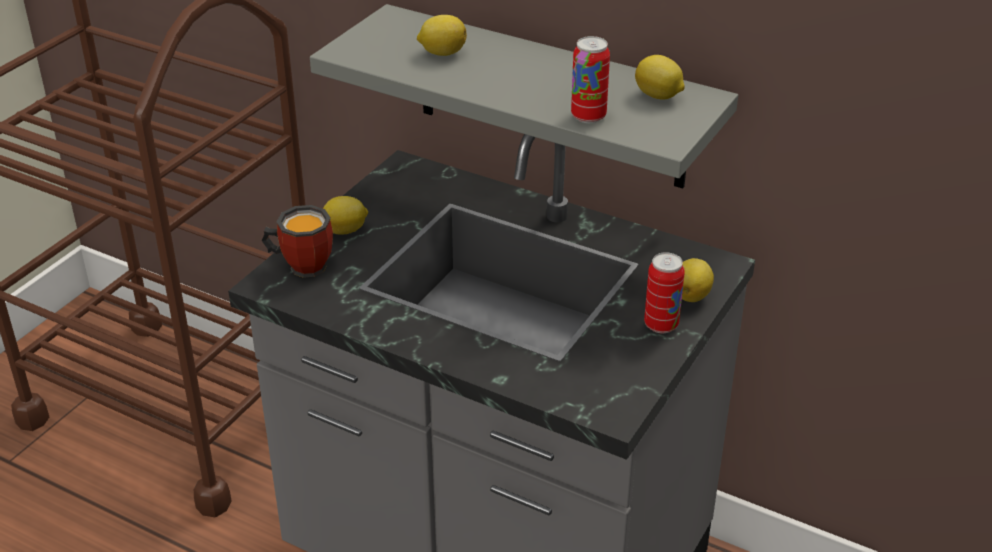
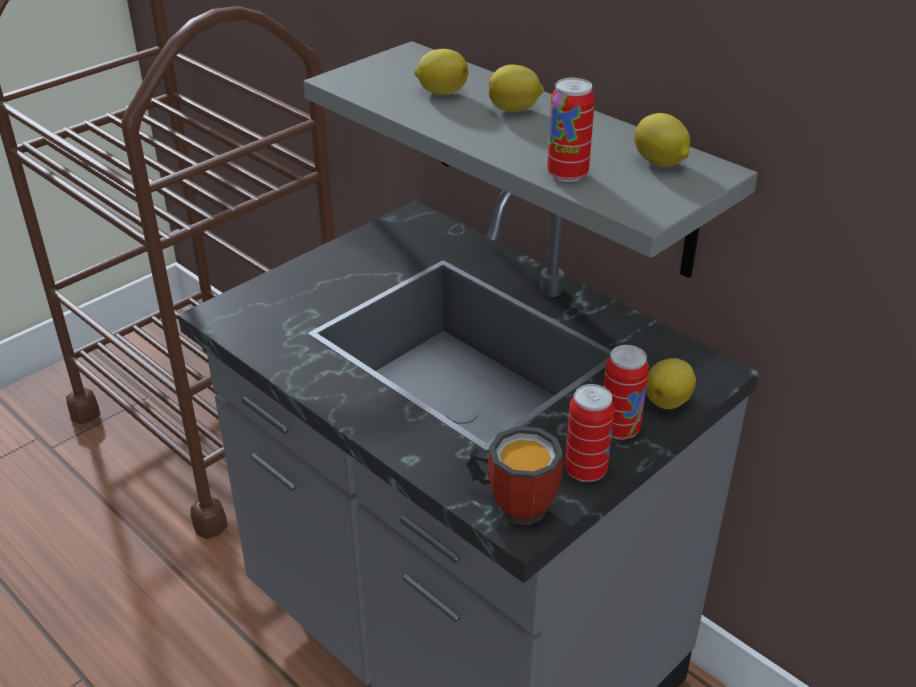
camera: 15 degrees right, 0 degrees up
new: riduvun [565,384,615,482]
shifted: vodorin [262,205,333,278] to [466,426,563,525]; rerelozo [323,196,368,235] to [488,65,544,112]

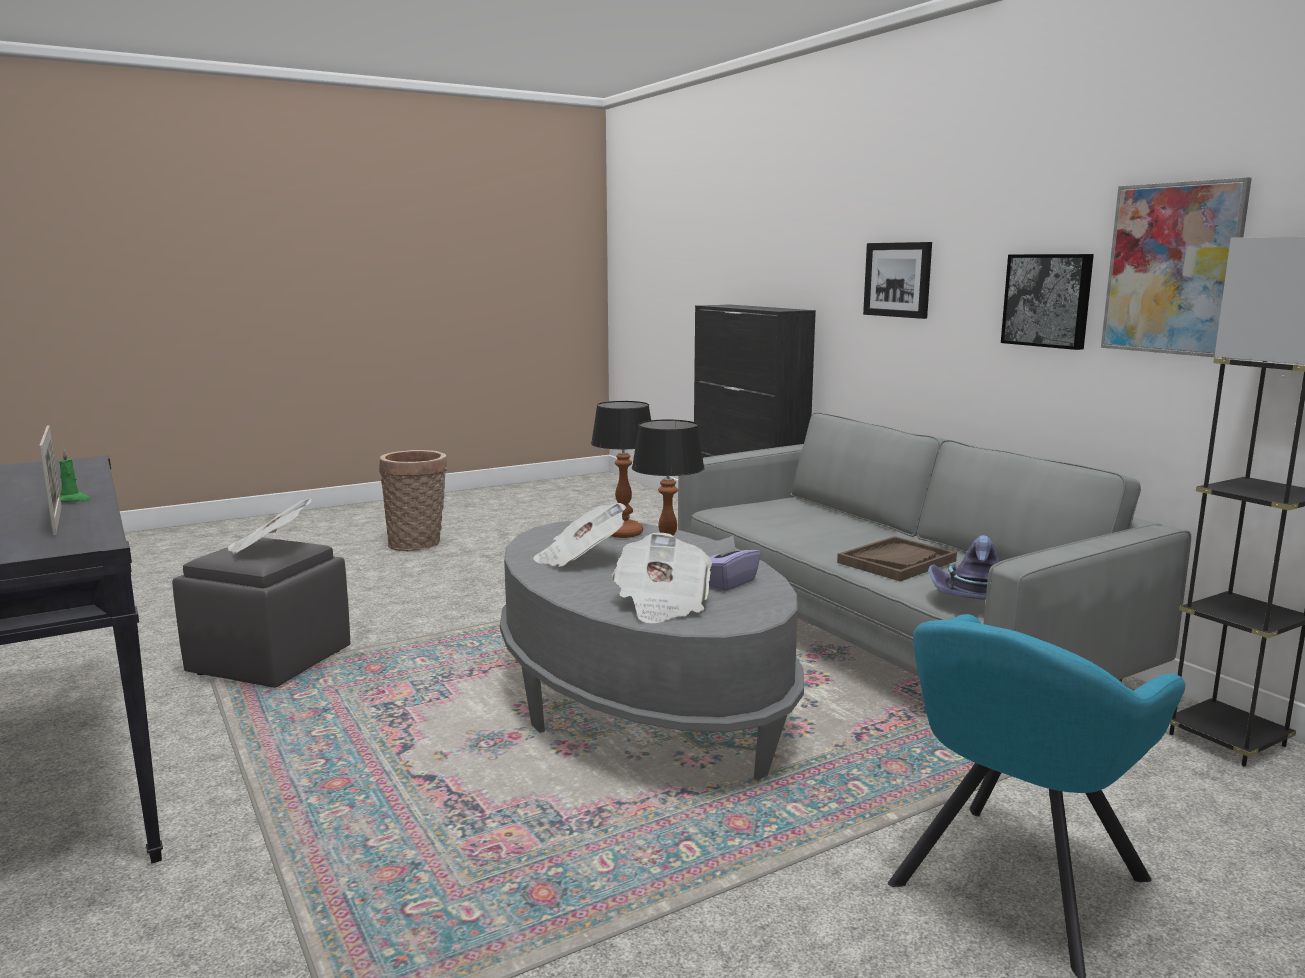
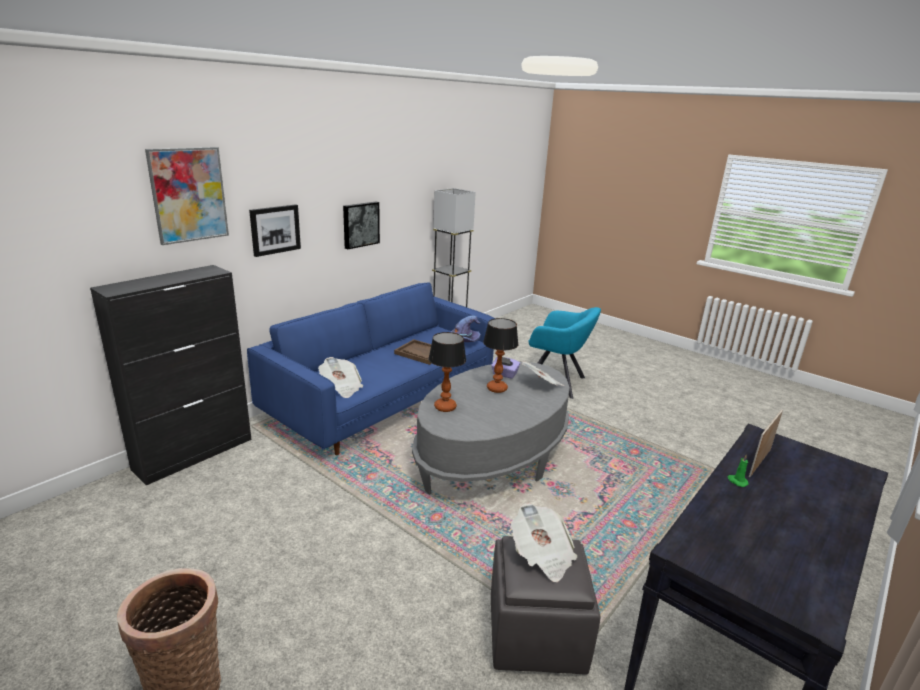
camera: 110 degrees left, 10 degrees up
shifted: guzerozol [1101,177,1252,358] to [145,147,229,245]; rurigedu [533,503,627,567] to [318,357,363,398]
repainted: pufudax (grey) [678,412,1191,682] to pufudax (blue) [247,282,495,455]

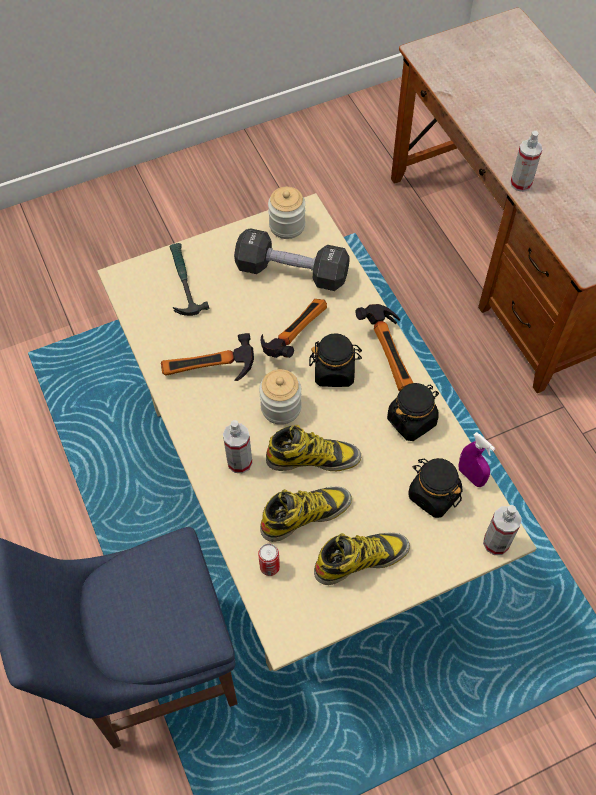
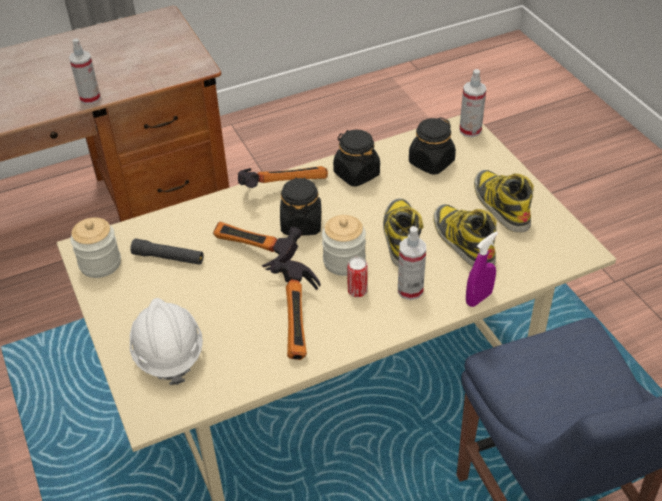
camera: 90 degrees left, 15 degrees down
shifted: riduvun [258,543,280,576] to [347,257,368,297]; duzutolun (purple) [459,432,495,487] to [466,232,498,307]
swapped: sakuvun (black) [234,228,350,291] to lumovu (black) [130,239,204,265]; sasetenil [170,243,209,316] to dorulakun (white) [130,298,203,385]

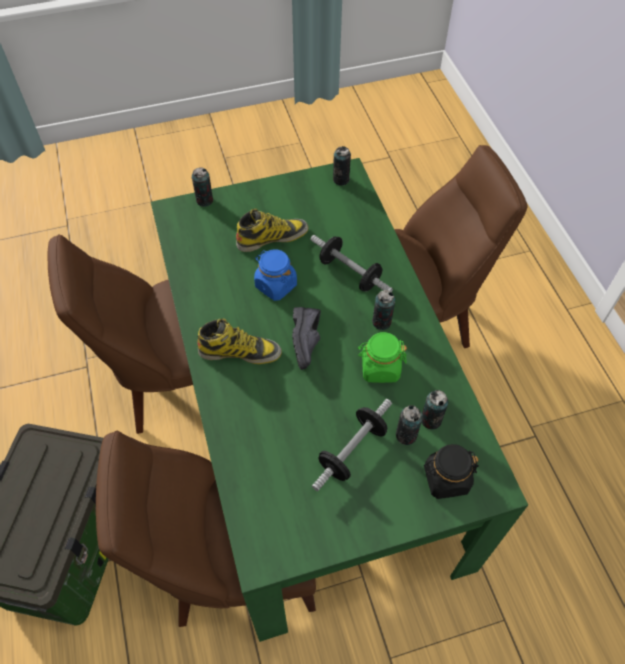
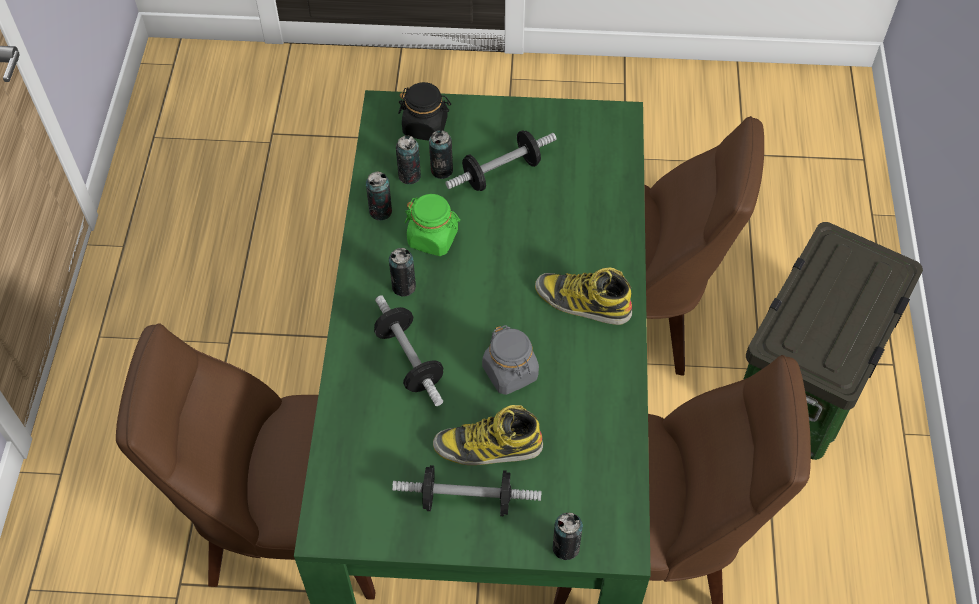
camera: 160 degrees left, 0 degrees up
gone: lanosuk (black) [292,307,321,370]
new: sakuvun [392,465,542,516]
shifted: riduvun [333,146,351,185] to [366,172,392,221]
repainted: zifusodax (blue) [254,249,297,301] to zifusodax (grey) [482,325,539,395]

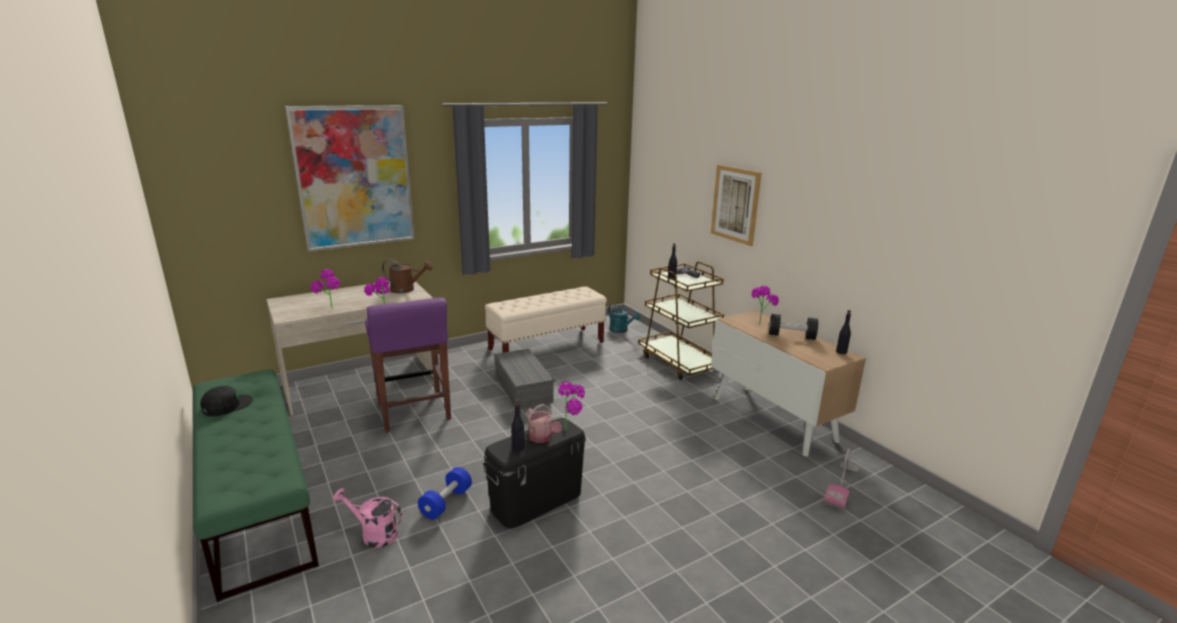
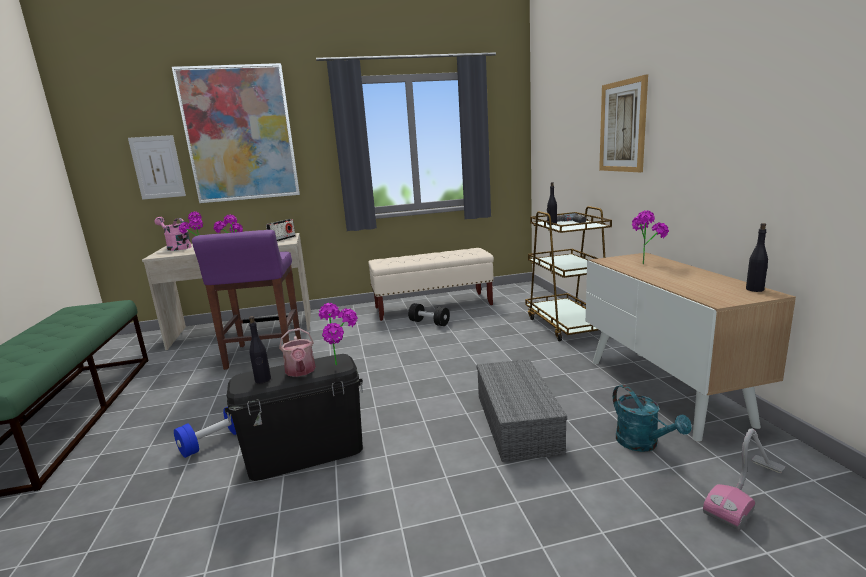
camera: 20 degrees right, 5 degrees down
gone: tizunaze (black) [200,386,253,417]
new: guzerozol [128,135,186,200]
shifted: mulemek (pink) [333,488,402,548] to [154,217,192,251]; sakuvun (black) [769,314,818,340] to [408,303,450,326]; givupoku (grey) [494,349,554,409] to [476,359,567,462]; mulemek (turquoise) [608,304,640,333] to [613,385,692,452]
swapped: mulemek (brown) [382,259,432,293] to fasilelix [266,219,295,241]

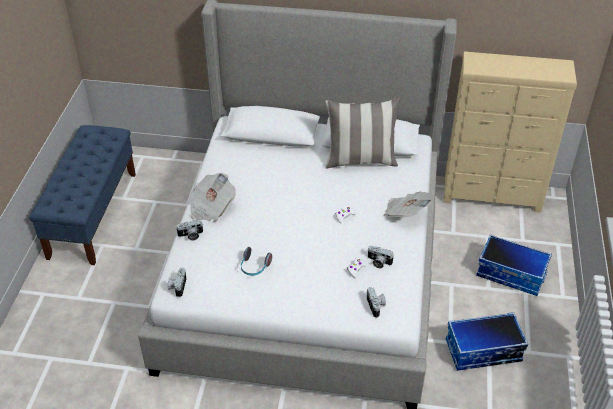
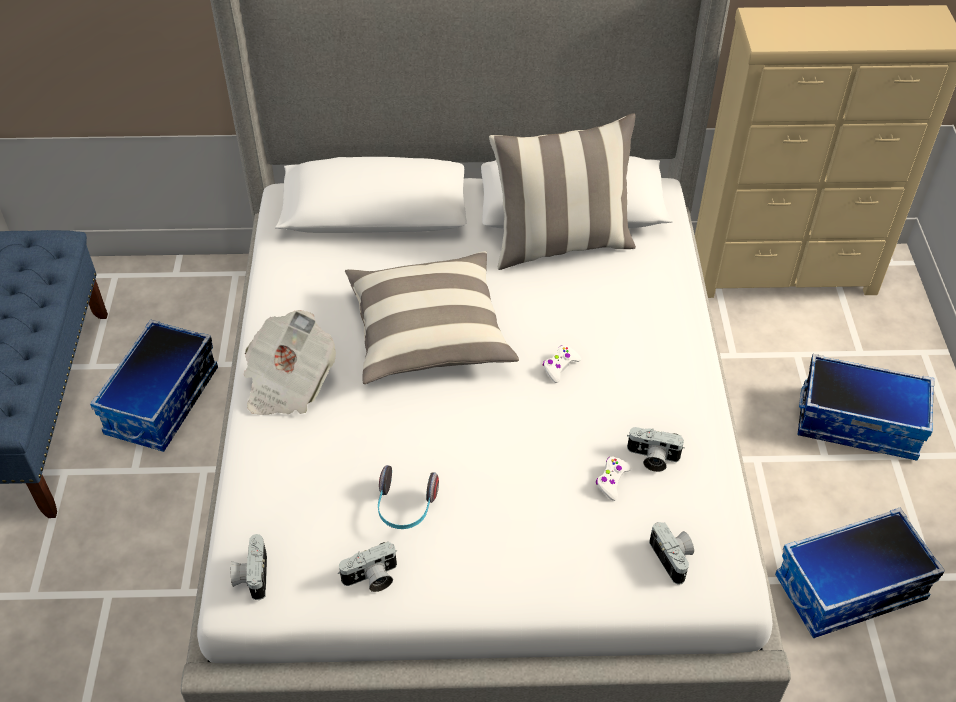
camera: 10 degrees left, 5 degrees up
gone: rurigedu [384,192,432,217]
new: givupoku [90,319,218,452]; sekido [345,251,519,384]
shifted: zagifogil [176,220,203,241] to [338,541,397,592]

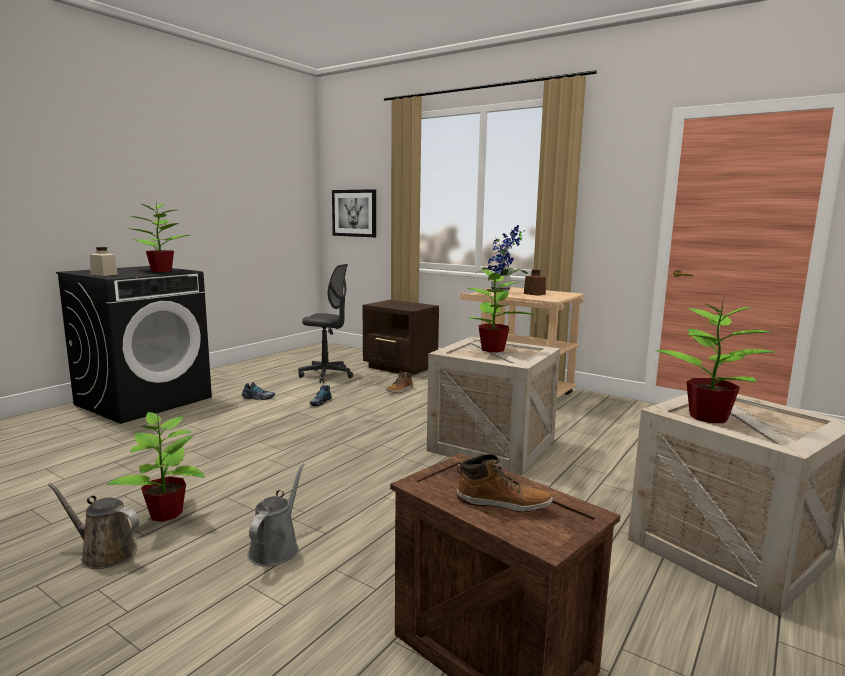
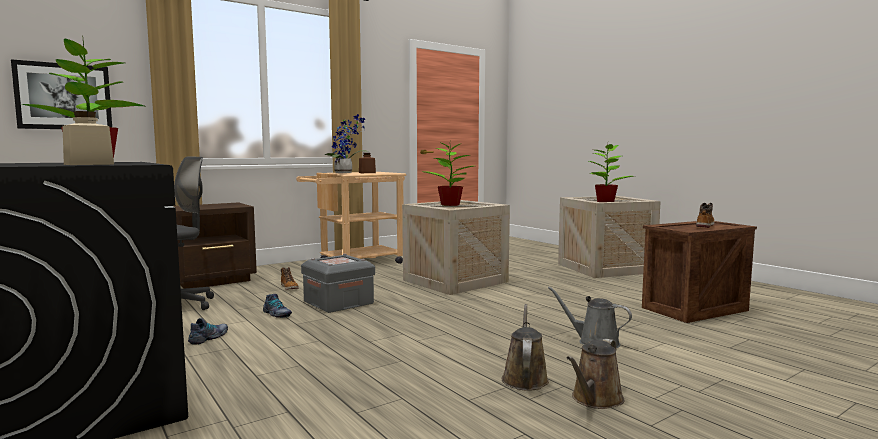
camera: 70 degrees left, 5 degrees down
new: givupoku (grey) [301,254,375,313]
swapped: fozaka [107,412,205,522] to mulemek (brown) [502,304,549,391]

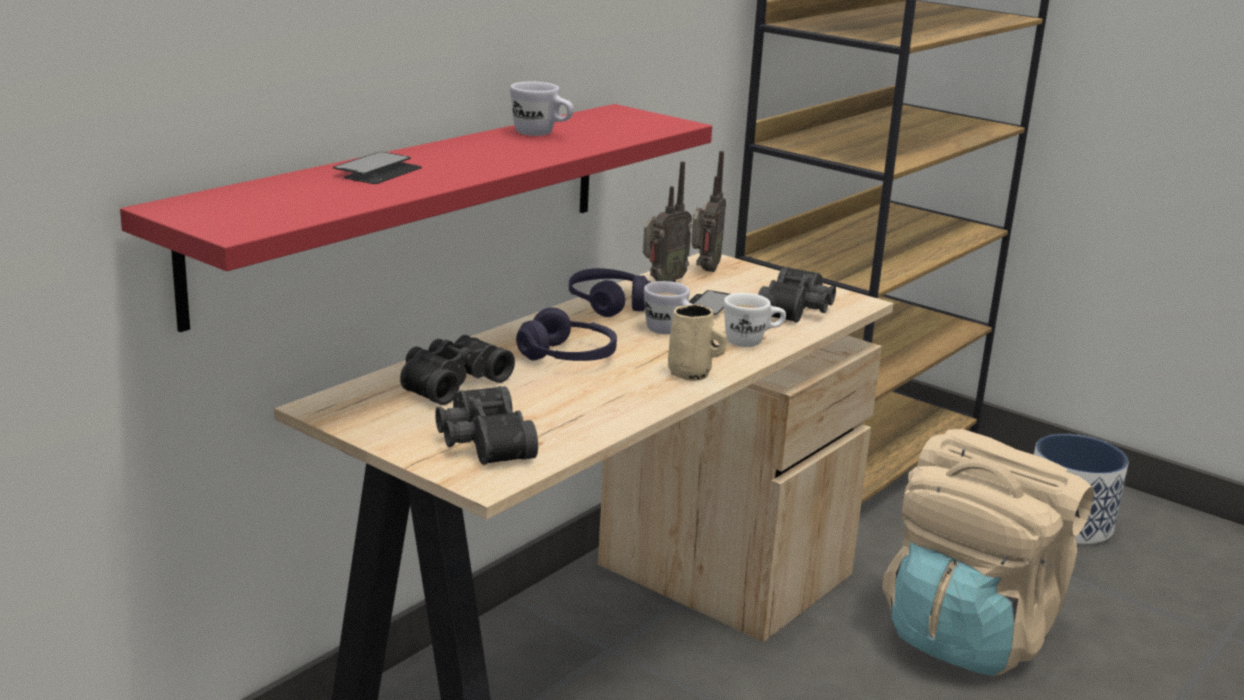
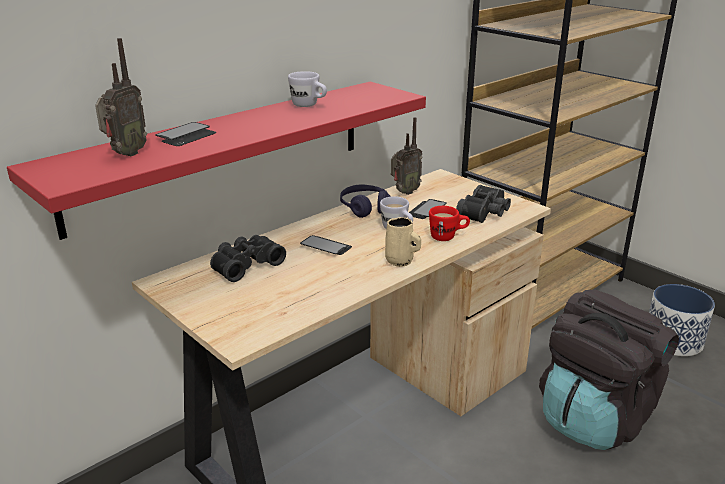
camera: 10 degrees right, 5 degrees up
gone: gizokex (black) [435,386,538,465]
shifted: fasilelix [692,151,726,272] to [95,38,147,156]
swapped: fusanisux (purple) [516,307,617,361] to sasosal [300,235,352,255]
repainted: vodorin (white) [724,293,786,347] to vodorin (red) [429,206,470,241]; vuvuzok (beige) [882,429,1094,676] to vuvuzok (black) [539,289,679,450]

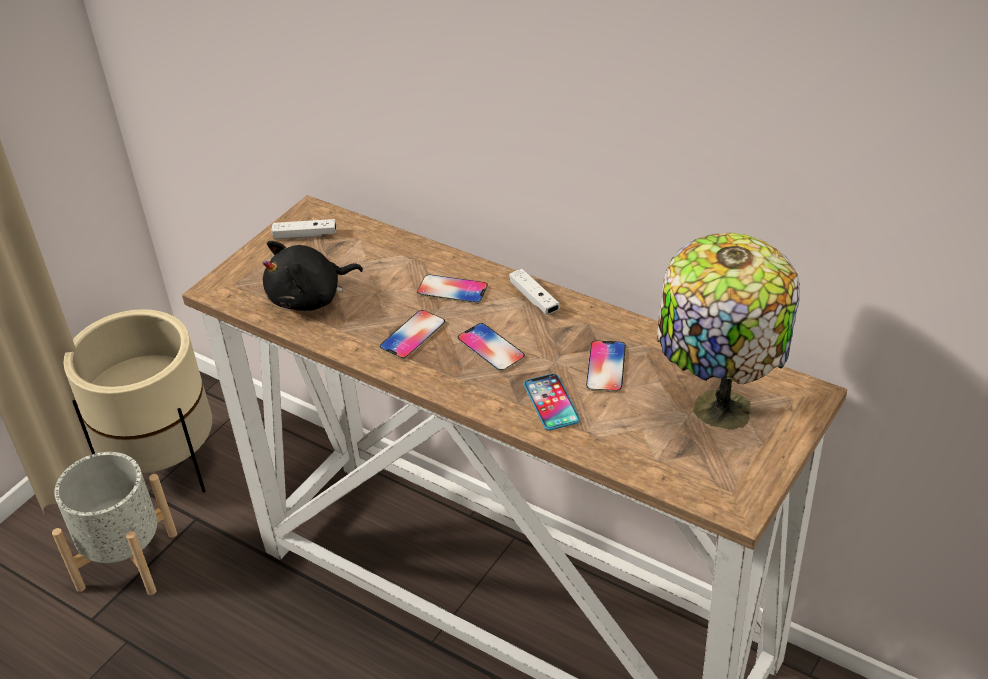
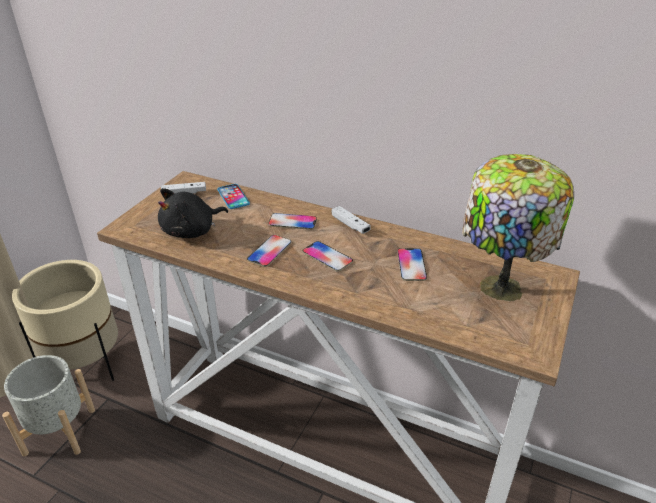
camera: 10 degrees left, 5 degrees down
shifted: sasosal [524,374,580,431] to [217,184,250,209]

